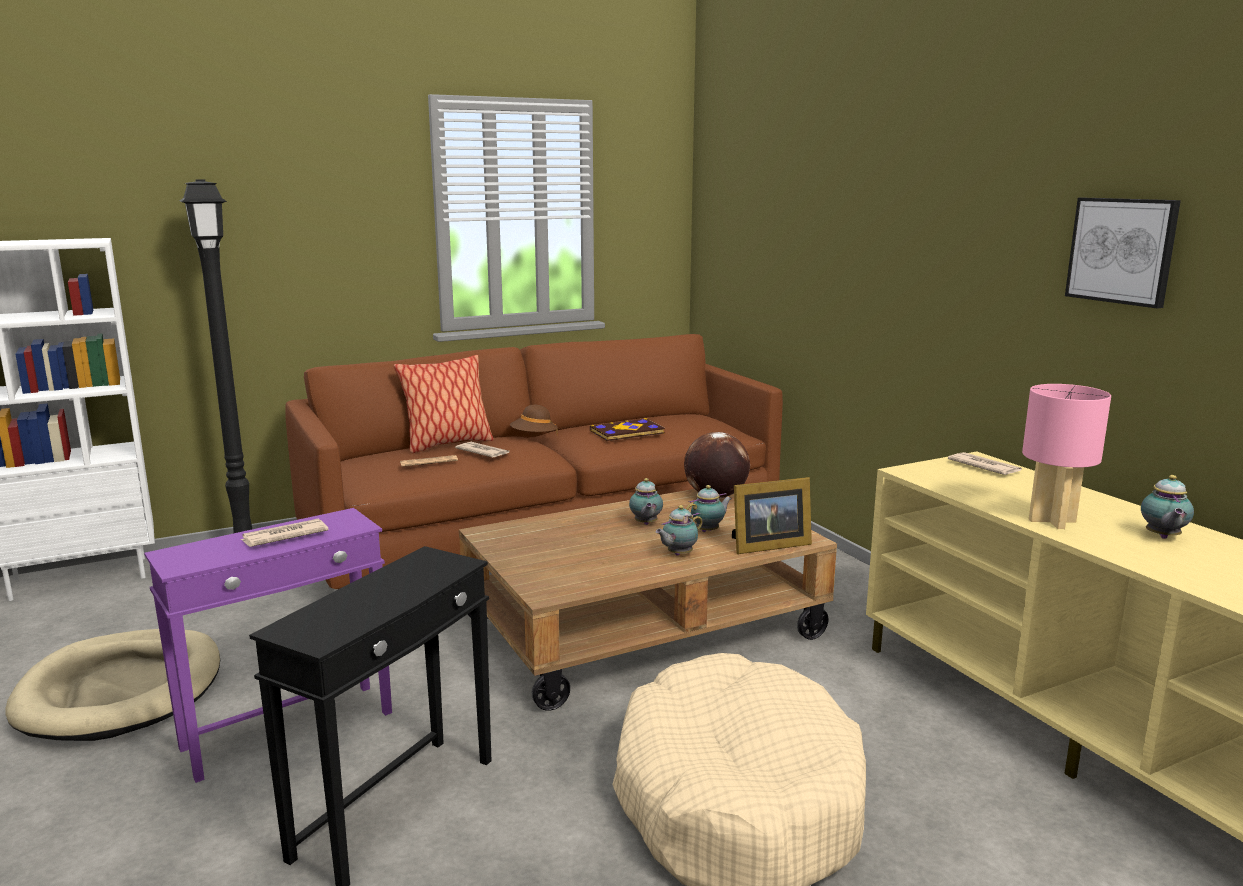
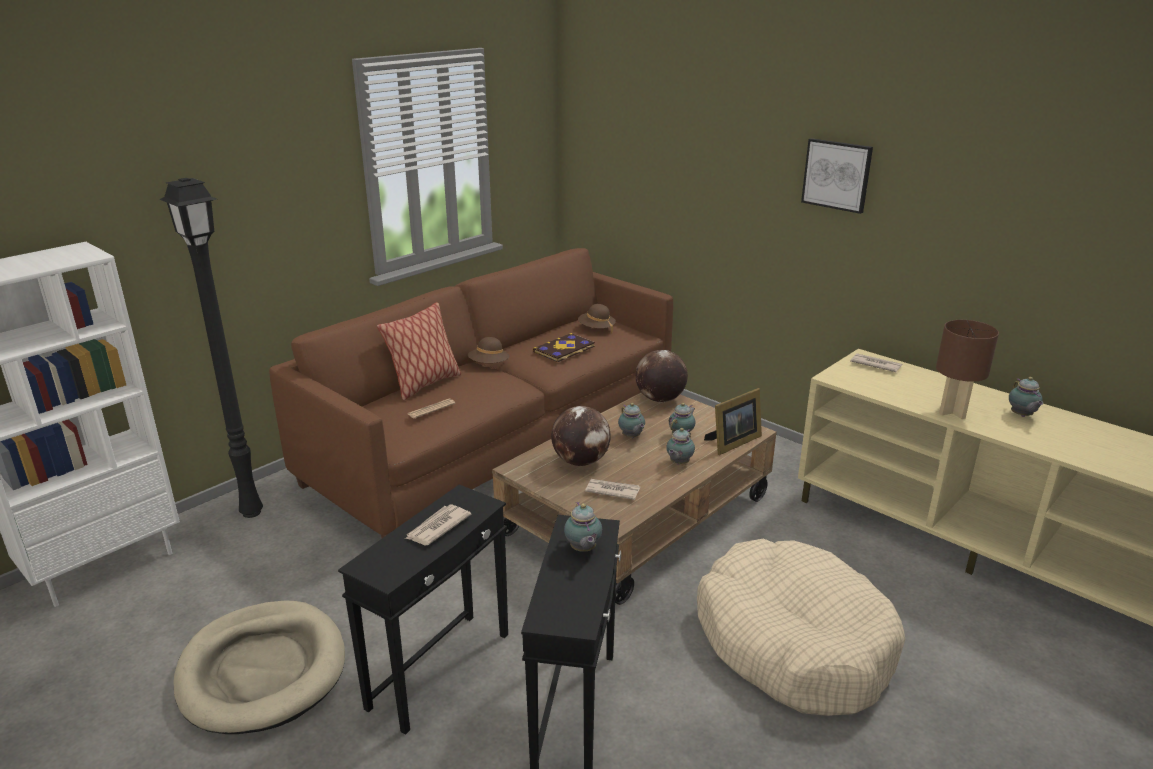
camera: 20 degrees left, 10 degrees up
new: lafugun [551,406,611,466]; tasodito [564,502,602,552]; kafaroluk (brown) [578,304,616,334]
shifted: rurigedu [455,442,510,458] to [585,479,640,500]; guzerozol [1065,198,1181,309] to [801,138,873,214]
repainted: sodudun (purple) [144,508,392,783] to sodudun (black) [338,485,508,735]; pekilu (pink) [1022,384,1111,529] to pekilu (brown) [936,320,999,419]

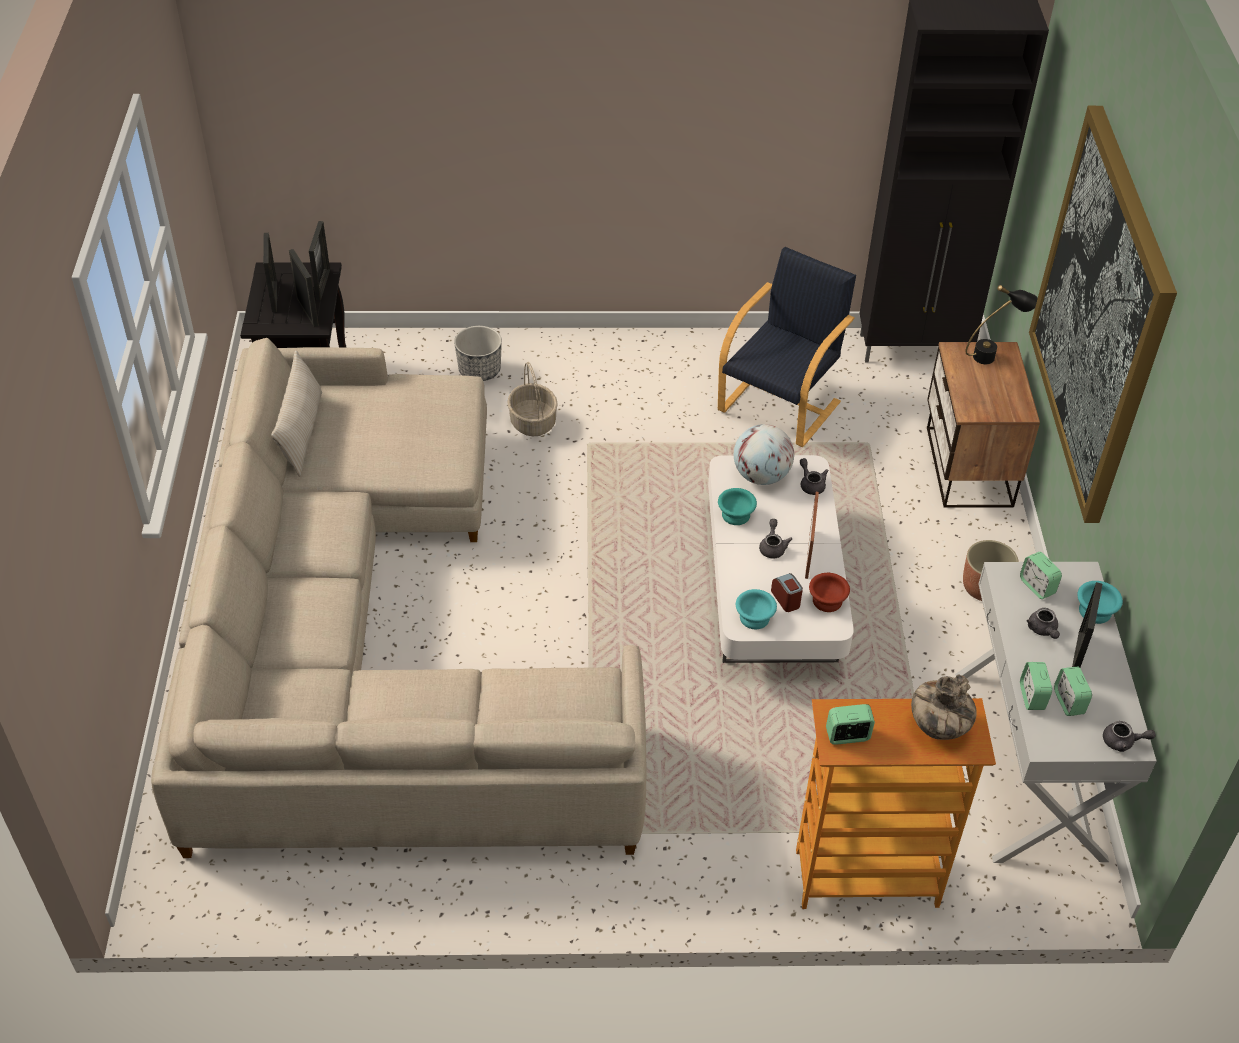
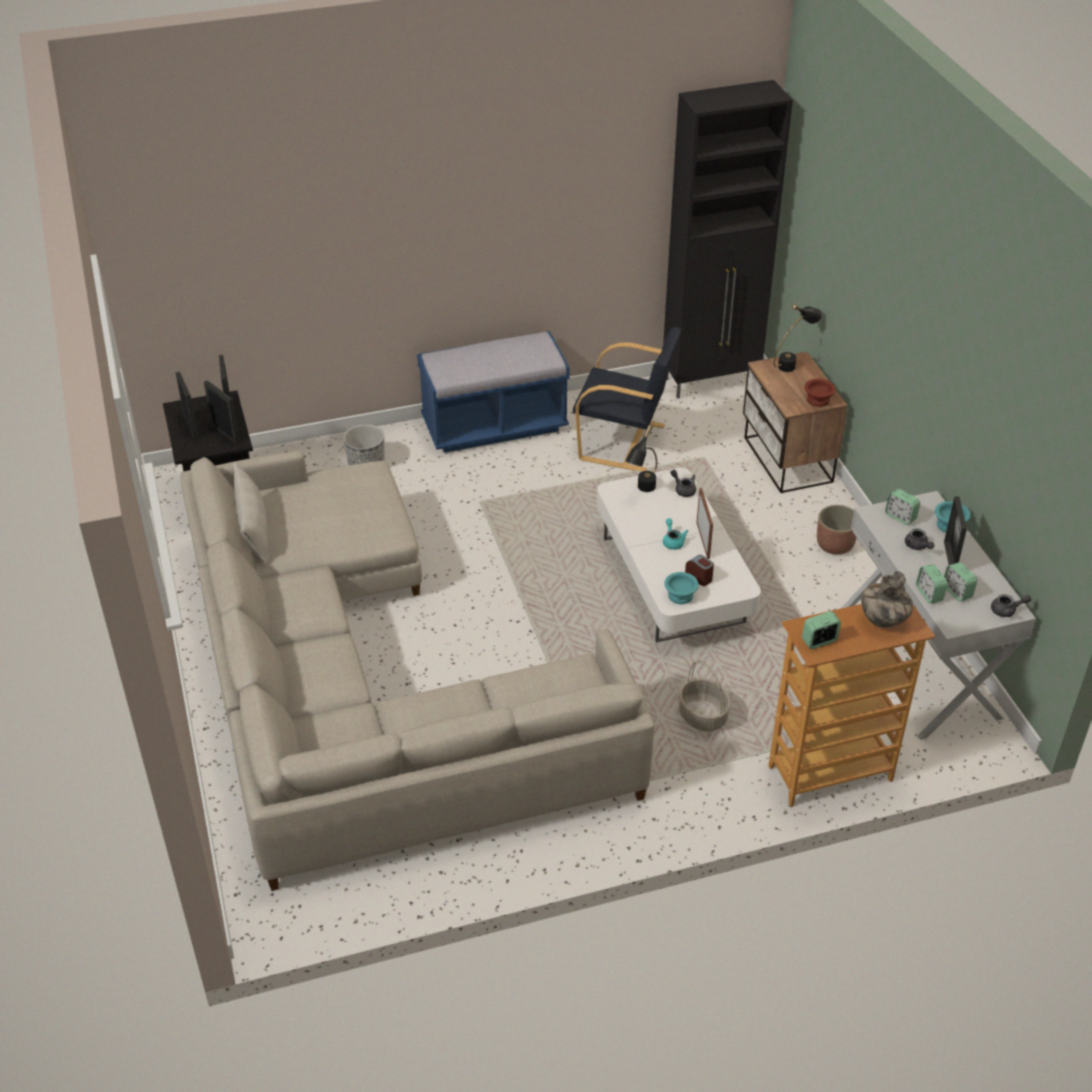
camera: 15 degrees left, 5 degrees down
gone: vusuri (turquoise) [718,488,757,525]; guzerozol [1029,106,1177,523]
new: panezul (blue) [417,331,569,453]
shifted: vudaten [507,362,558,436] to [679,660,731,732]; vusuri (brown) [809,573,850,612] to [805,379,836,407]
swapped: lafugun [734,424,794,485] to pekilu (black) [625,425,657,492]
repainted: tasodito (grey) [759,519,792,559] to tasodito (turquoise) [663,518,688,550]
rotated: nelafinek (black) [718,247,856,447] = [573,327,681,472] 90 degrees clockwise

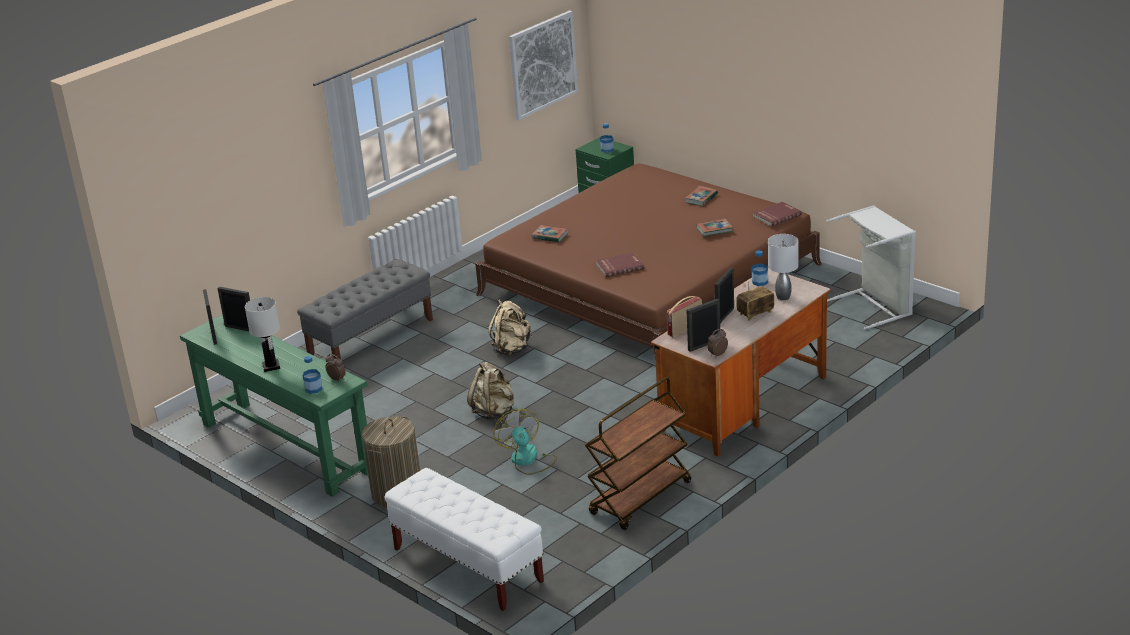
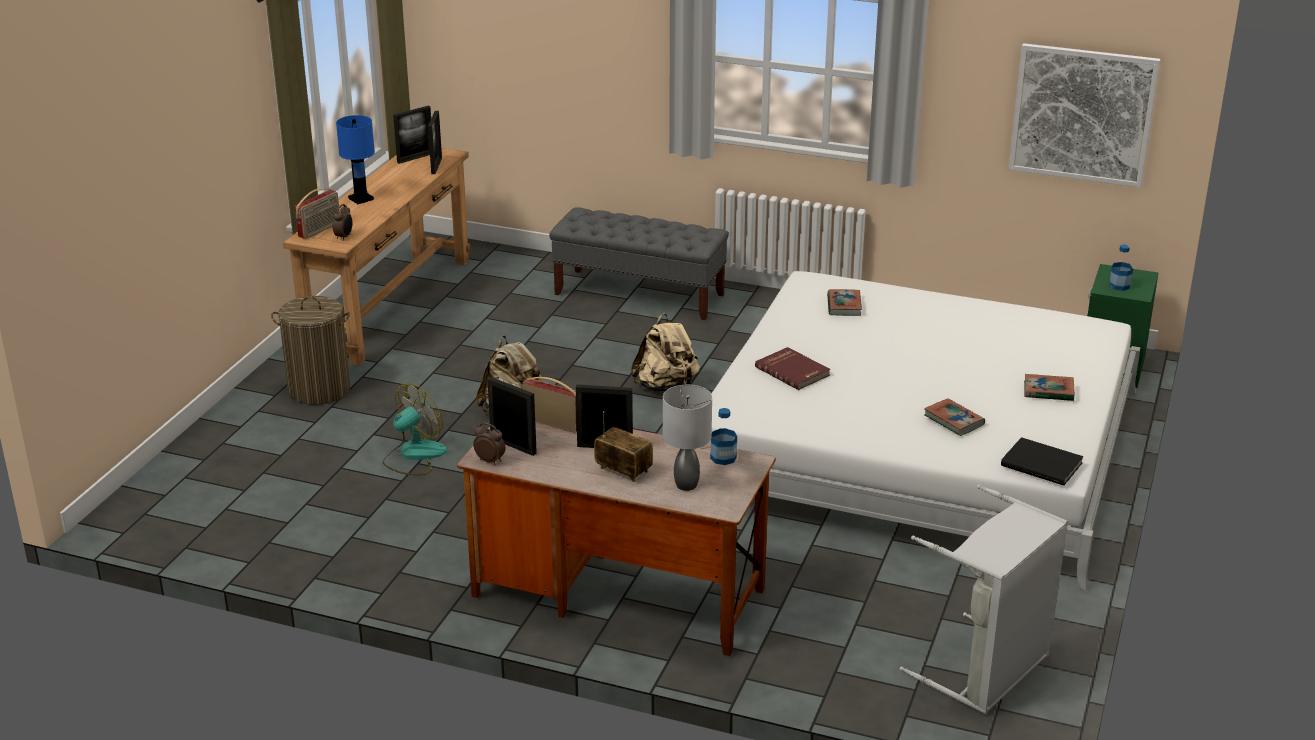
camera: 65 degrees right, 0 degrees up
gone: panezul (white) [385,468,544,611]; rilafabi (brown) [585,377,691,530]
swapped: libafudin [303,356,322,394] to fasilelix [295,188,340,239]
repainted: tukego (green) [180,314,368,497] to tukego (brown) [283,148,470,366]; pekilu (white) [245,297,280,372] to pekilu (blue) [336,115,375,204]; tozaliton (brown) [475,163,822,361] to tozaliton (white) [708,271,1140,590]; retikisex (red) [753,202,802,227] to retikisex (black) [1001,437,1083,485]

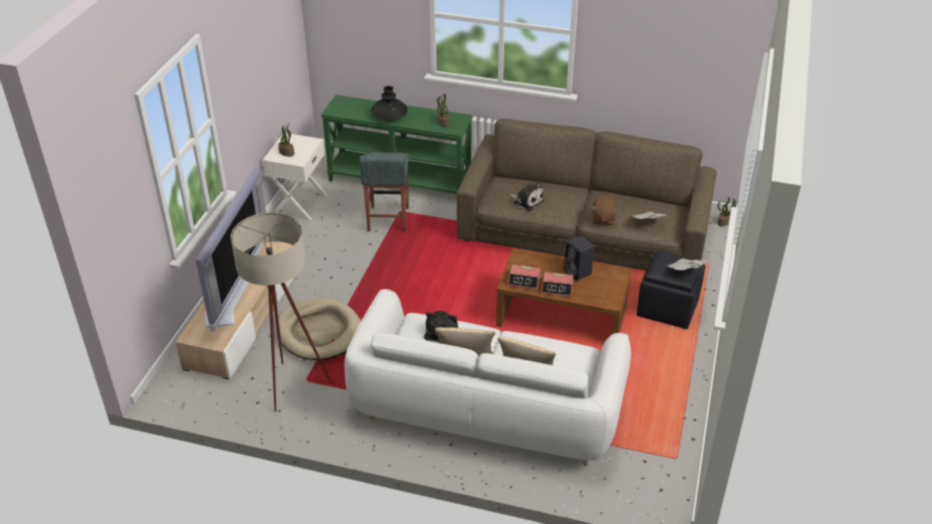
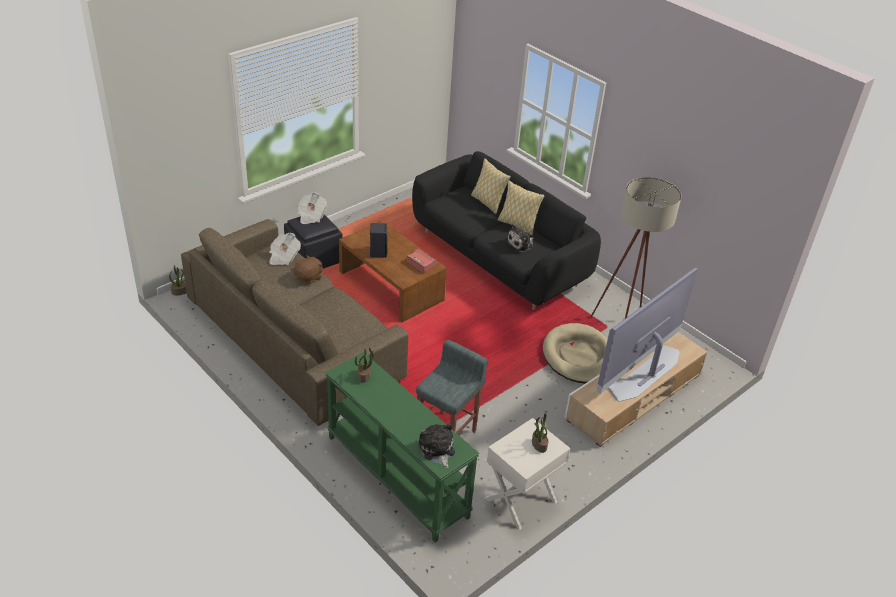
camera: 150 degrees left, 0 degrees up
gone: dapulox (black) [371,86,408,121]; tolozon [541,272,574,297]
shifted: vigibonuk [510,181,544,211] to [419,423,455,468]
repainted: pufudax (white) [344,289,631,466] to pufudax (black) [412,151,601,310]

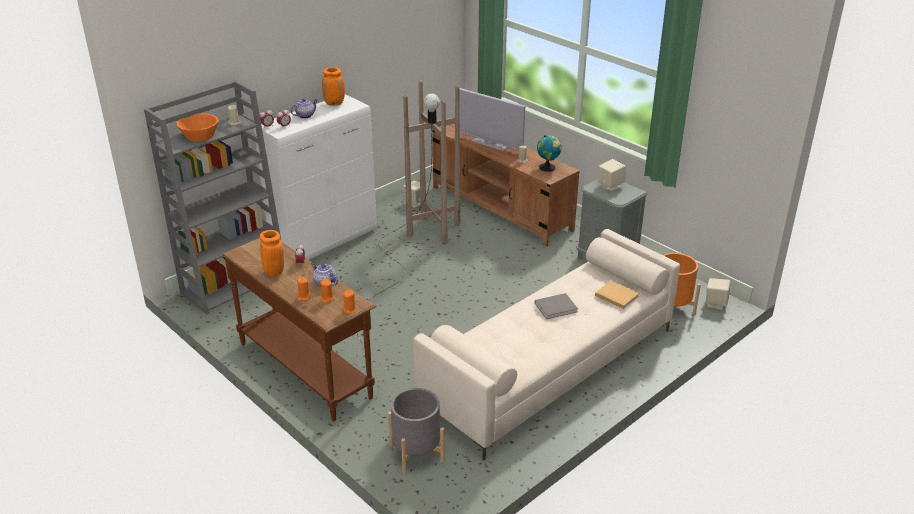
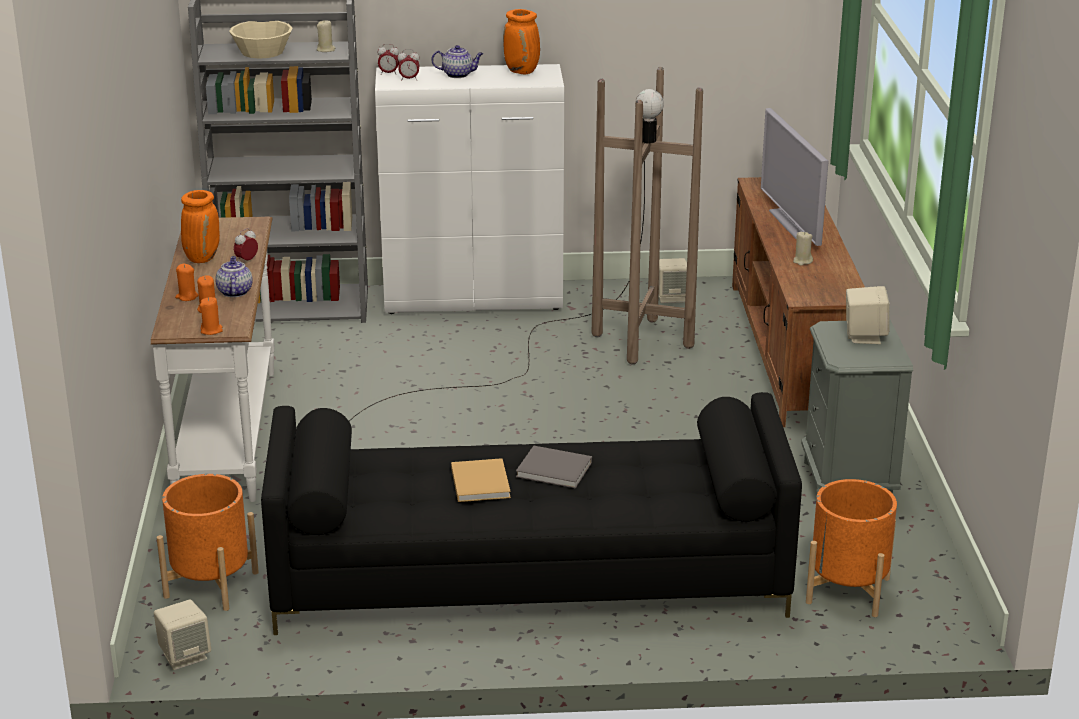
camera: 40 degrees right, 5 degrees down
gone: lafugun [537,135,562,172]
shifted: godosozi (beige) [706,278,730,310] to [154,599,211,670]; retikisex (beige) [595,281,639,309] to [451,458,511,502]
repainted: tukego (brown) [222,238,377,421] to tukego (white) [151,217,275,502]; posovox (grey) [388,388,445,473] to posovox (orange) [156,474,259,611]; vusuri (orange) [177,113,218,141] to vusuri (beige) [229,21,293,59]; pufudax (beige) [413,229,680,460] to pufudax (black) [261,392,802,635]

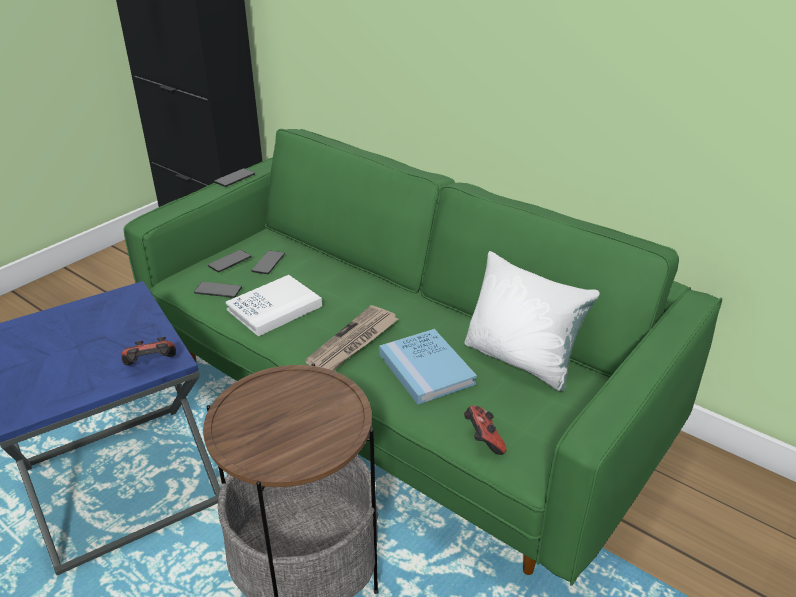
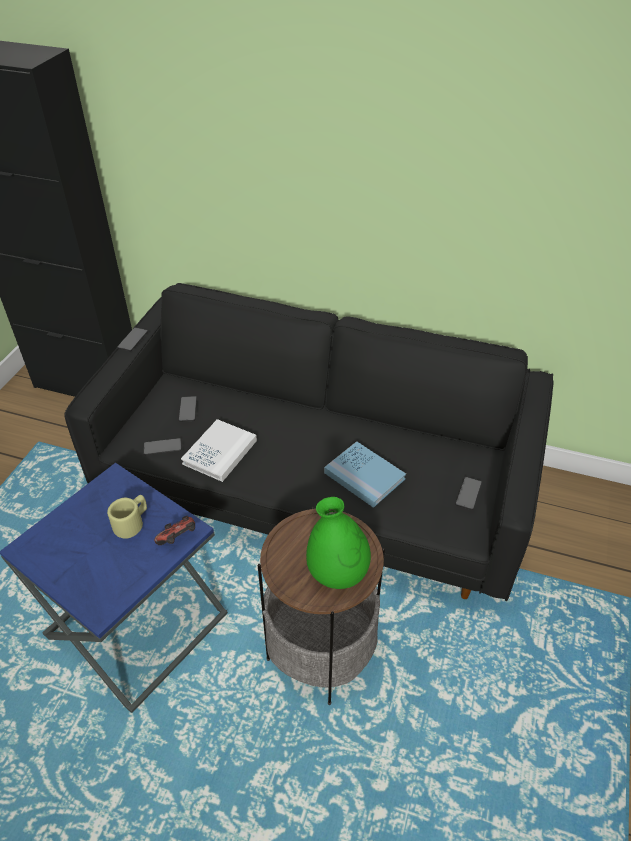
camera: 20 degrees left, 10 degrees up
gone: rurigedu [305,305,398,371]; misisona [464,406,506,455]; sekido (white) [465,251,600,392]
new: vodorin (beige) [107,495,147,539]; dapulox (green) [306,497,371,589]
shifted: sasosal [208,250,251,272] to [455,477,482,510]
repainted: pufudax (green) [123,129,722,586] to pufudax (black) [64,283,554,601]

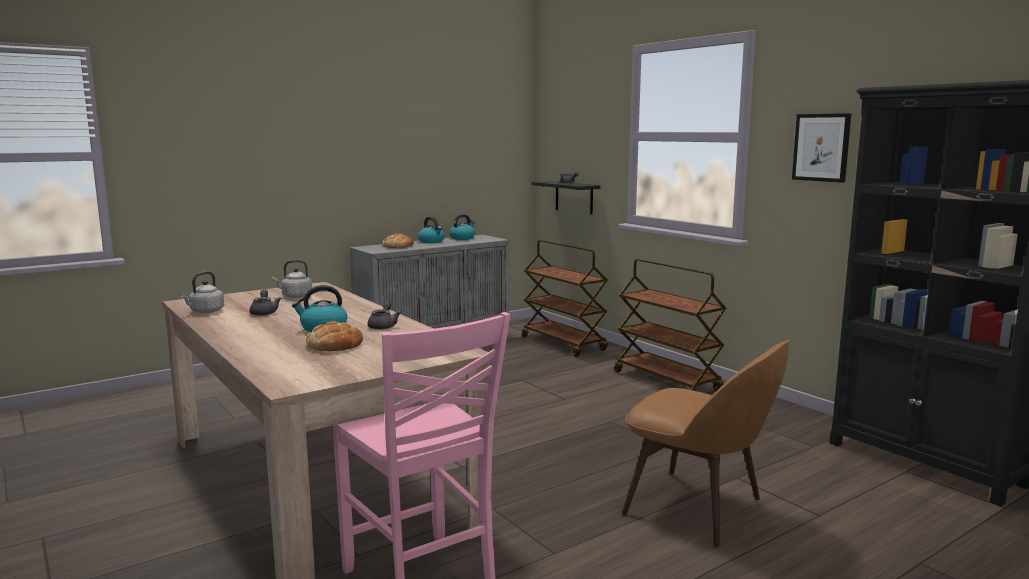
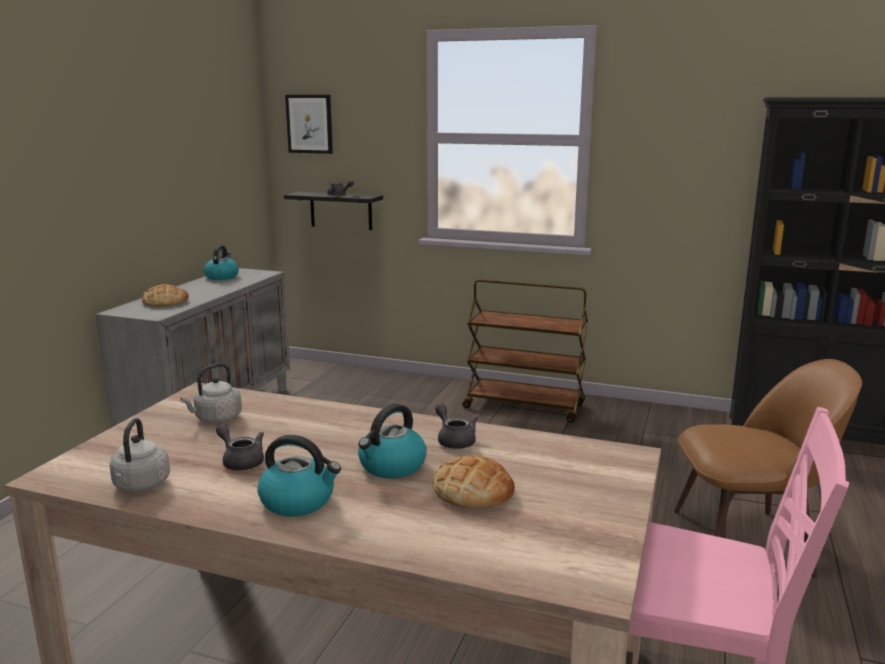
camera: 35 degrees left, 5 degrees up
gone: rilafabi (brown) [522,240,608,357]
shifted: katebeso [418,217,445,243] to [257,435,341,517]; guzerozol [792,113,851,183] to [285,95,333,154]

